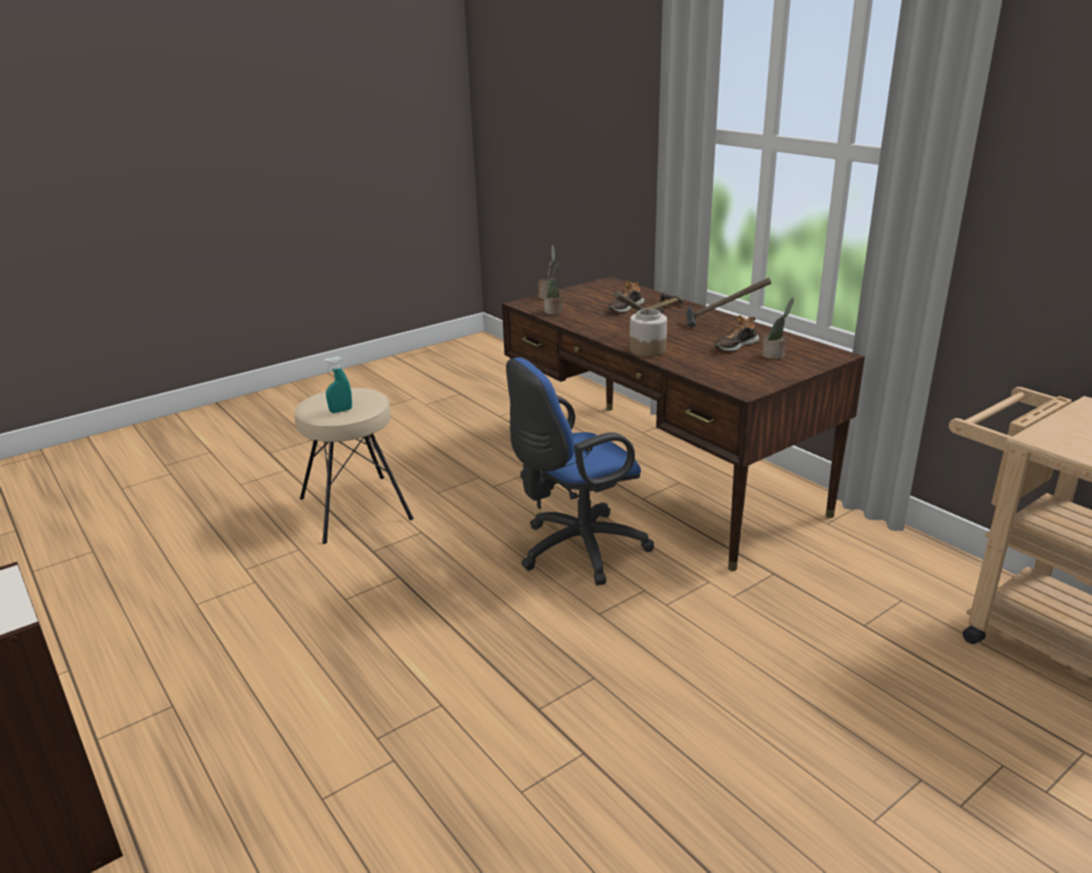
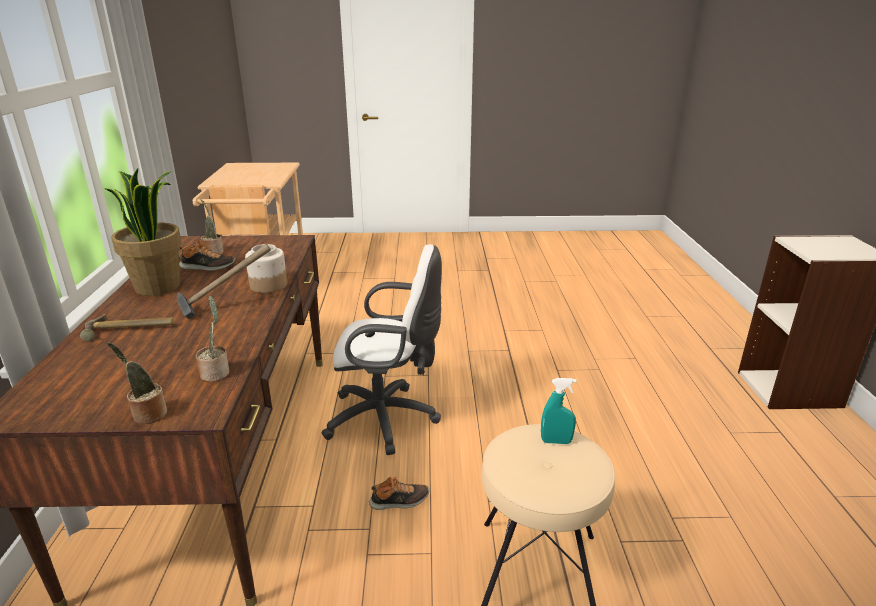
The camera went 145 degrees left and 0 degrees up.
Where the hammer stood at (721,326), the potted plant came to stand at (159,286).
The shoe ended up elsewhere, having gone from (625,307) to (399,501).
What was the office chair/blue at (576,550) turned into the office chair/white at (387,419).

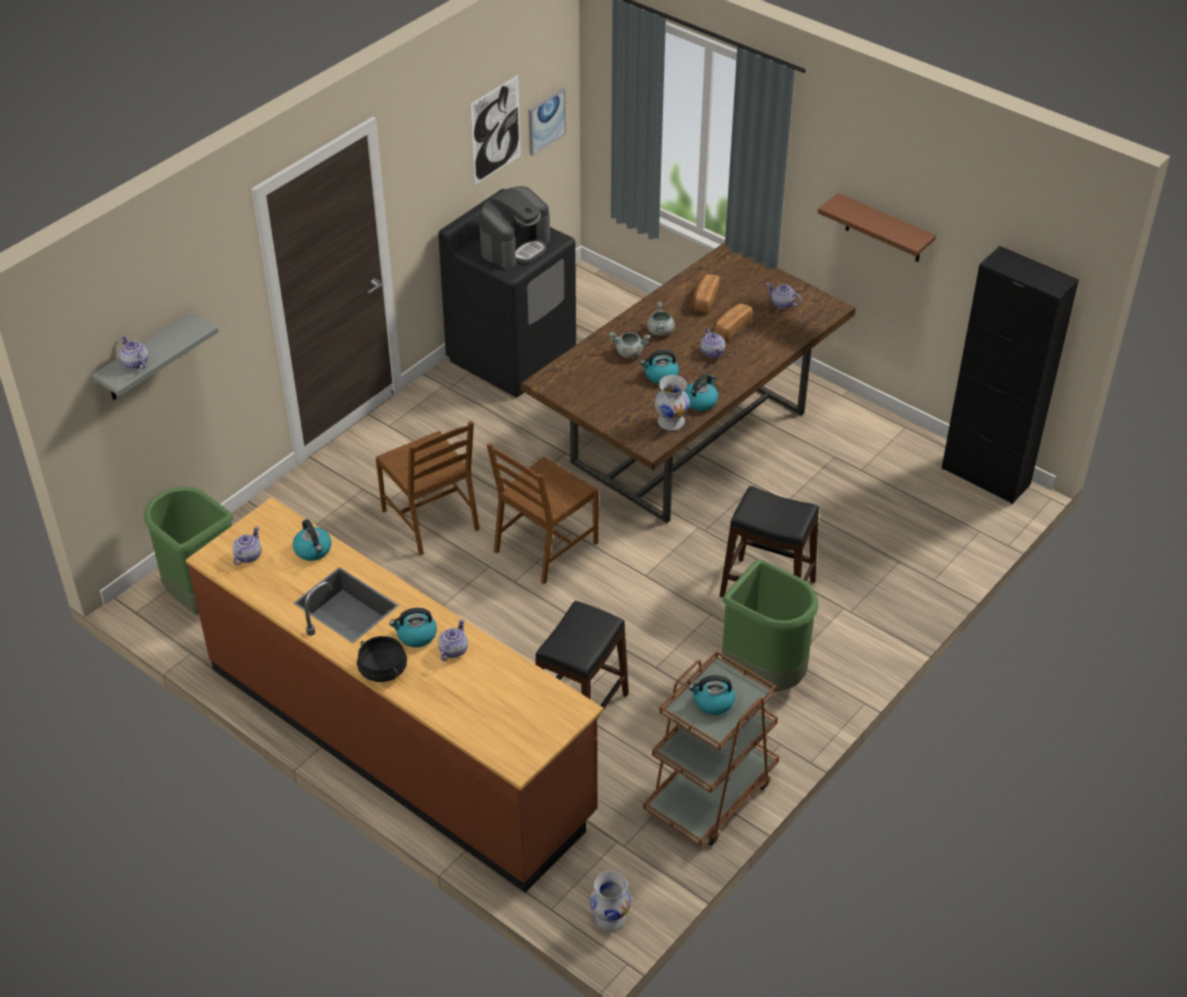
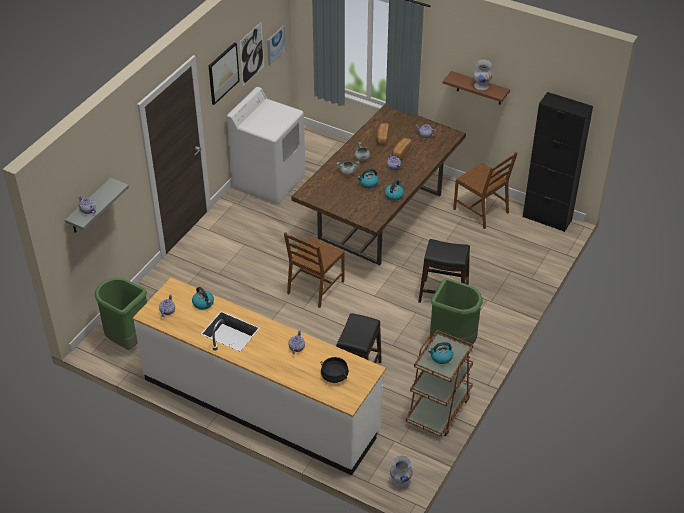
The camera went 10 degrees left and 0 degrees up.
The second view lost the coffee machine at (515,246).
What was the washing machine/black at (512,356) turned into the washing machine/white at (269,181).
The vase/white ended up elsewhere, having gone from (671,422) to (481,86).
The chair/brown ended up elsewhere, having gone from (432,520) to (481,210).
What was the counter/brown at (399,740) turned into the counter/white at (261,404).
The second view lost the kettle at (416,635).
The cooking pot/black ended up elsewhere, having gone from (382,670) to (334,376).
The second view gained the picture at (223,73).

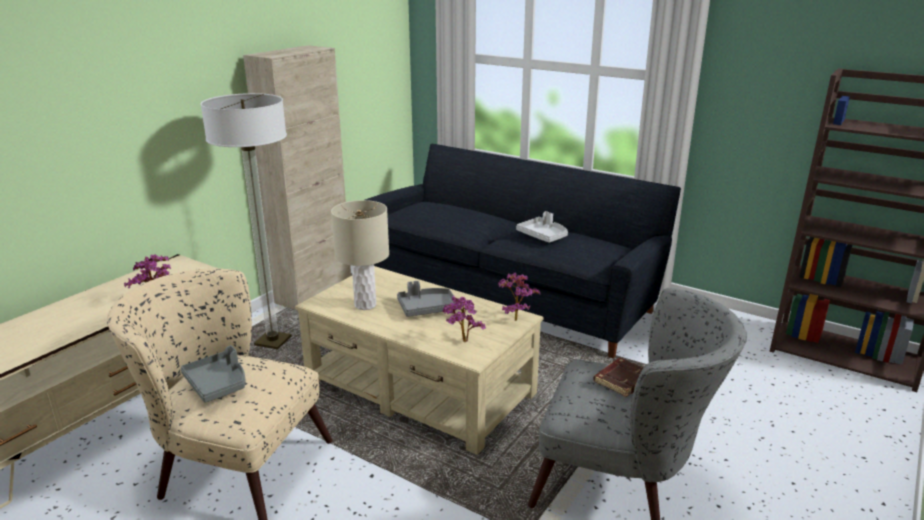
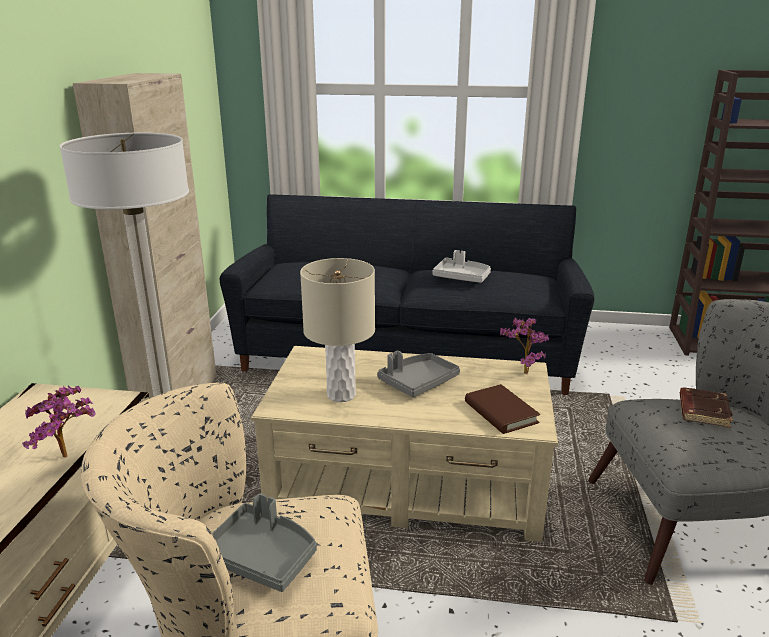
The camera went 25 degrees left and 0 degrees up.
Where the potted plant stood at (462,342), the book/brown came to stand at (500,412).

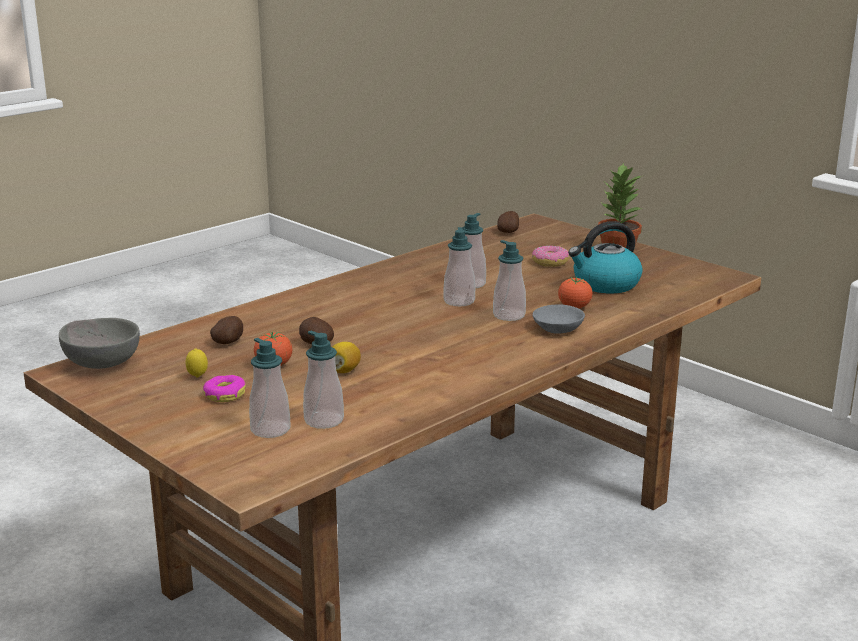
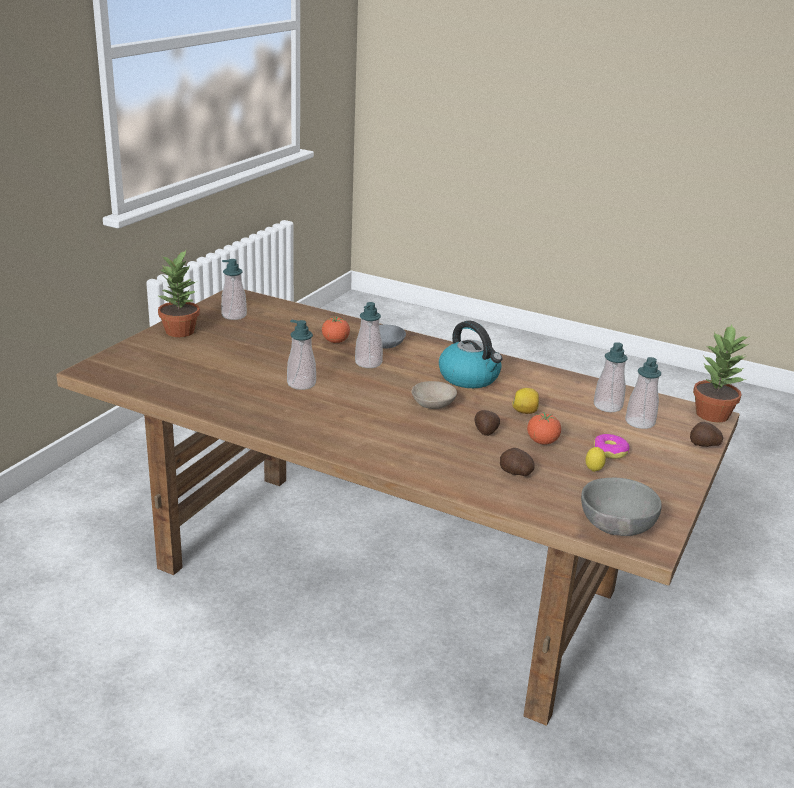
The camera went 110 degrees left and 5 degrees up.
The potato ended up elsewhere, having gone from (508,232) to (704,445).
The kettle ended up elsewhere, having gone from (605,284) to (470,378).
The soap dispenser ended up elsewhere, having gone from (459,301) to (234,315).
The second view lost the donut at (550,262).
The second view gained the potted plant at (713,414).
The second view gained the bowl/beige at (434,404).

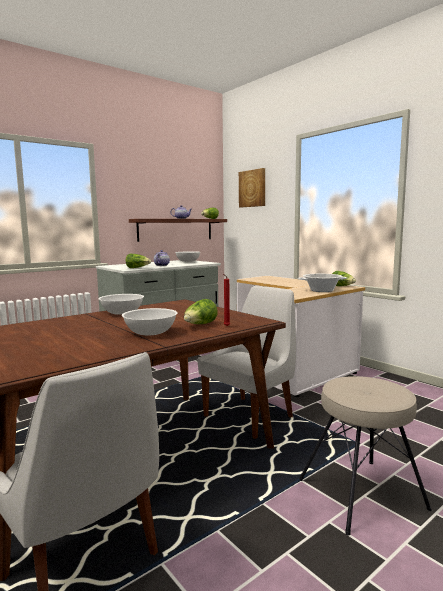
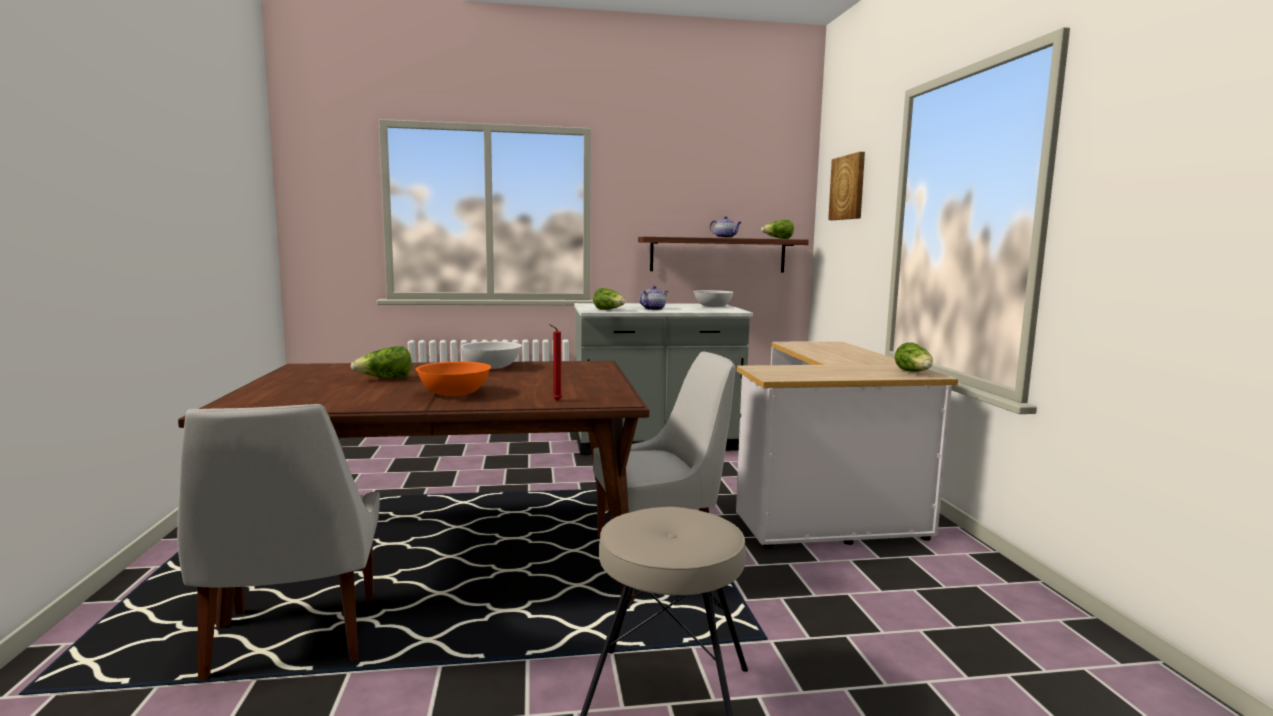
The camera went 30 degrees right and 0 degrees up.
The second view lost the cooking pot at (321,290).
The lettuce ended up elsewhere, having gone from (200,325) to (385,379).
What was the bowl/white at (150,333) turned into the bowl/orange at (454,393).

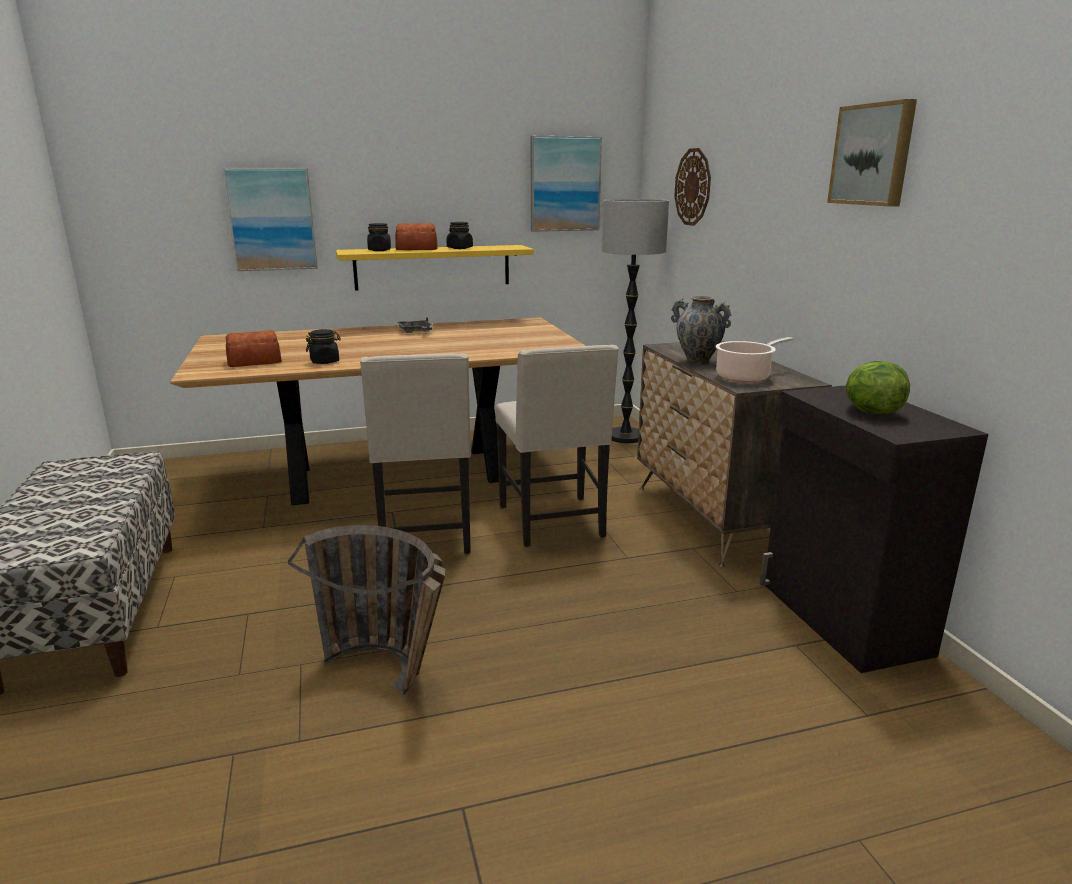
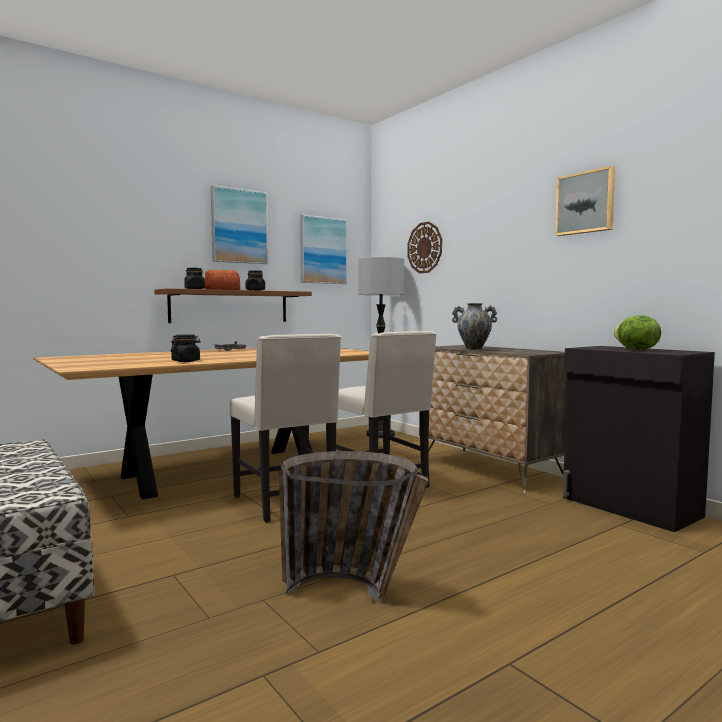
The camera went 20 degrees left and 15 degrees down.
The picture ended up elsewhere, having gone from (272,219) to (239,226).
What was the shelf/yellow at (432,267) turned into the shelf/brown at (230,306).
The second view lost the bread at (253,362).
The second view lost the cooking pot at (745,377).

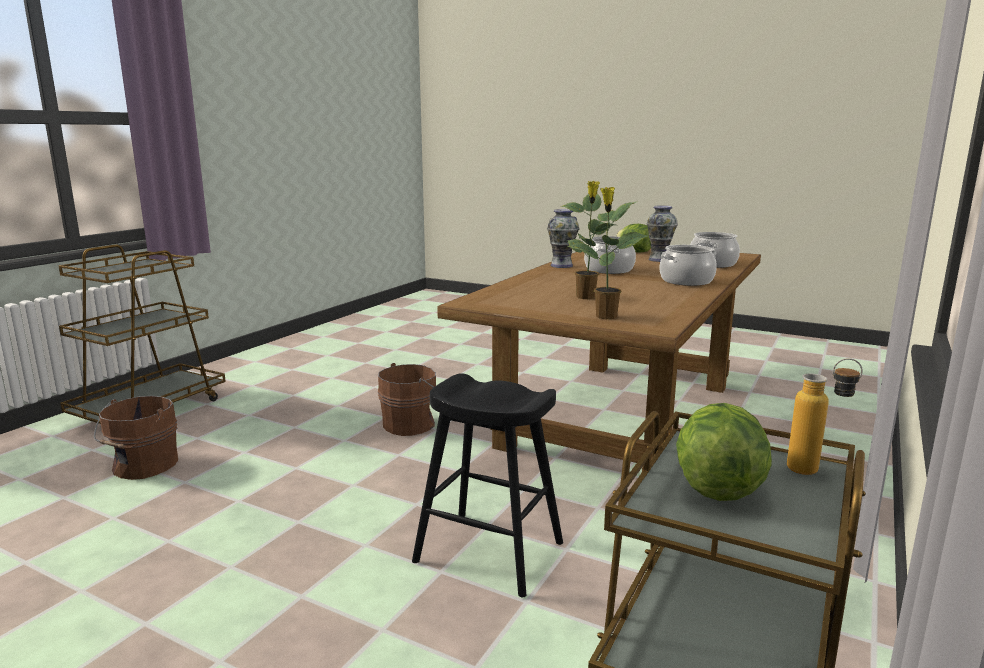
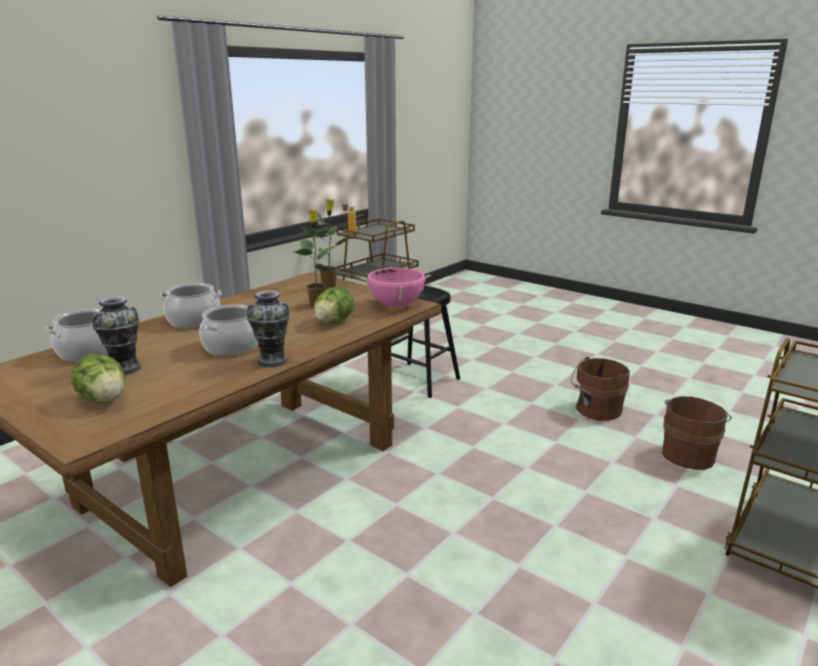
The camera went 170 degrees left and 5 degrees up.
The bucket/brown ended up elsewhere, having gone from (411,424) to (596,410).
The lettuce ended up elsewhere, having gone from (718,486) to (334,322).
The second view gained the cooking pot/pink at (396,306).

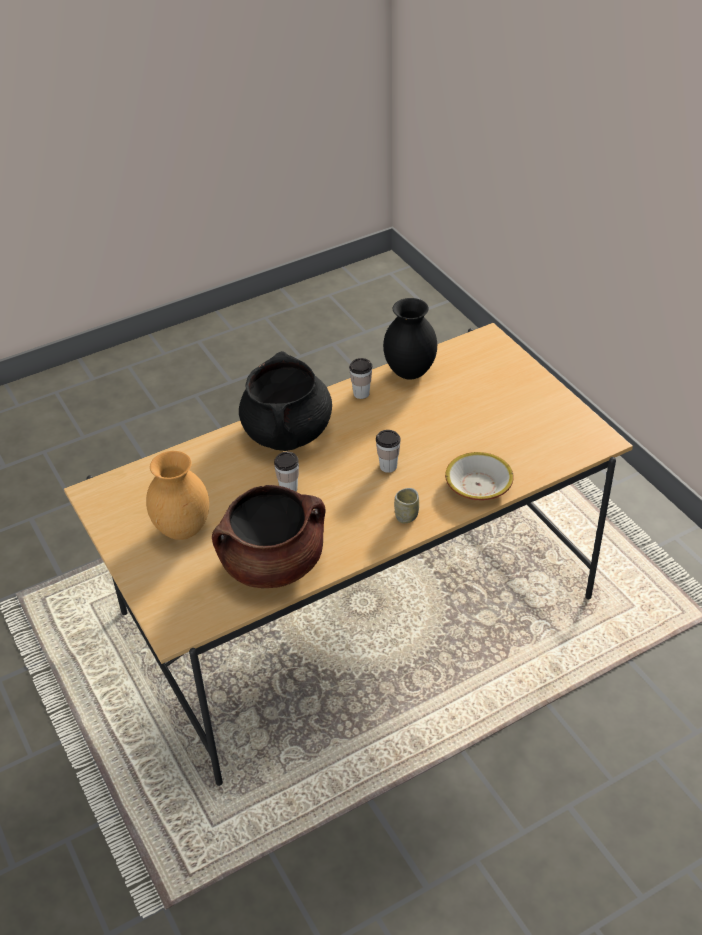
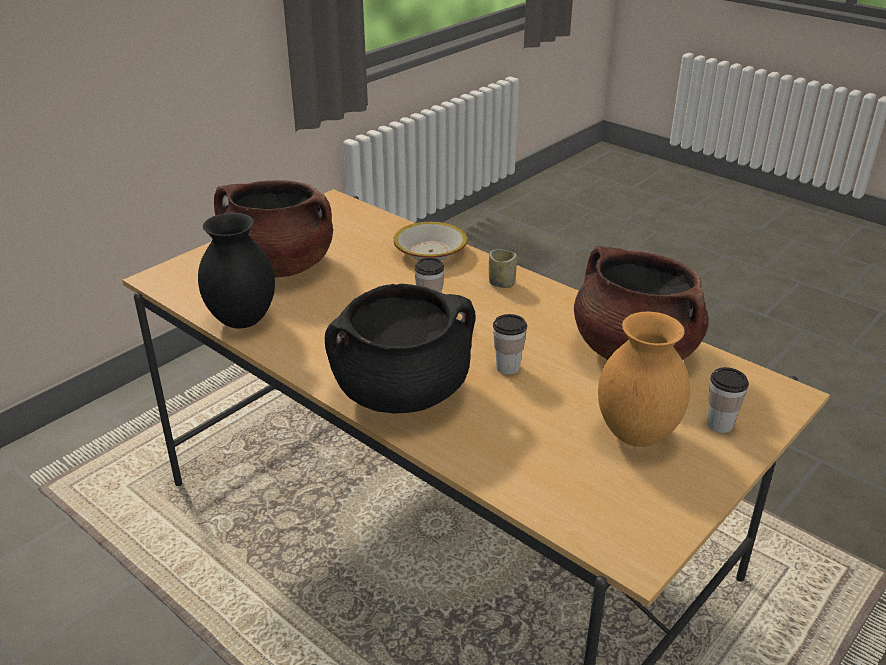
The camera went 110 degrees left and 10 degrees down.
The cup ended up elsewhere, having gone from (361,393) to (719,424).
The second view gained the cooking pot/brown at (278,266).

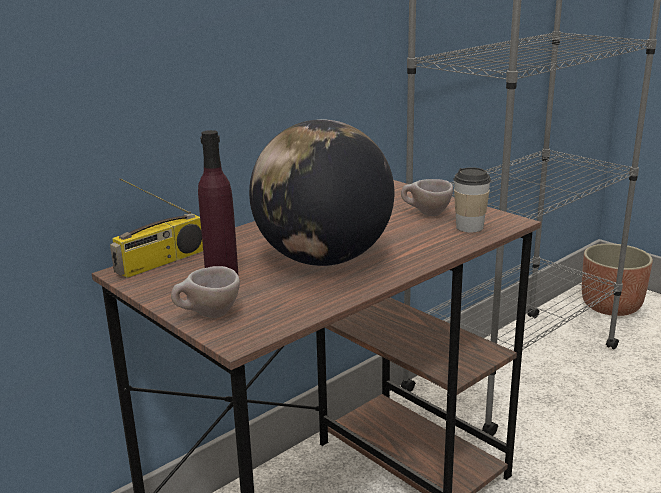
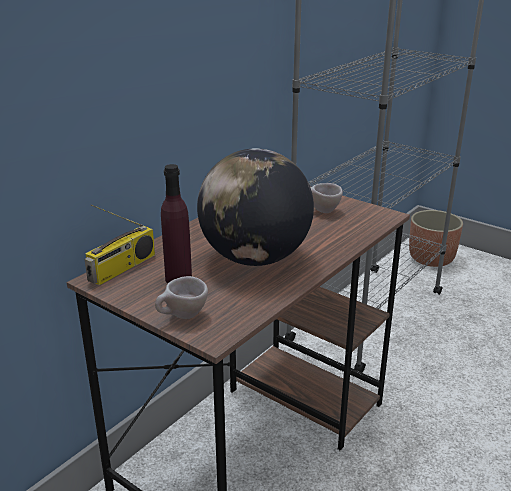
The camera went 10 degrees left and 5 degrees up.
The second view lost the cup at (469,227).

